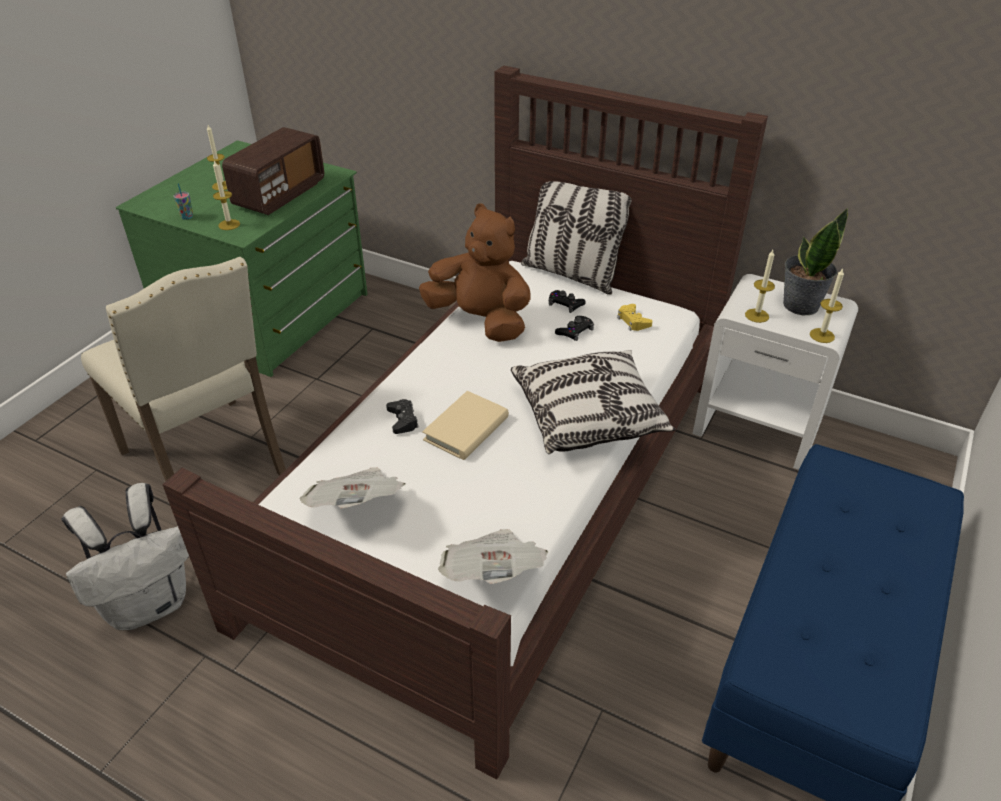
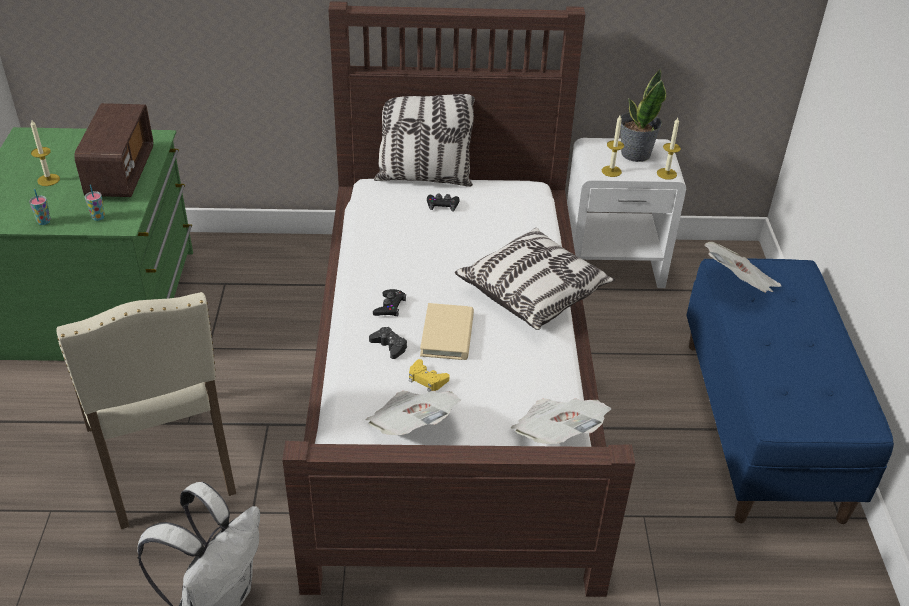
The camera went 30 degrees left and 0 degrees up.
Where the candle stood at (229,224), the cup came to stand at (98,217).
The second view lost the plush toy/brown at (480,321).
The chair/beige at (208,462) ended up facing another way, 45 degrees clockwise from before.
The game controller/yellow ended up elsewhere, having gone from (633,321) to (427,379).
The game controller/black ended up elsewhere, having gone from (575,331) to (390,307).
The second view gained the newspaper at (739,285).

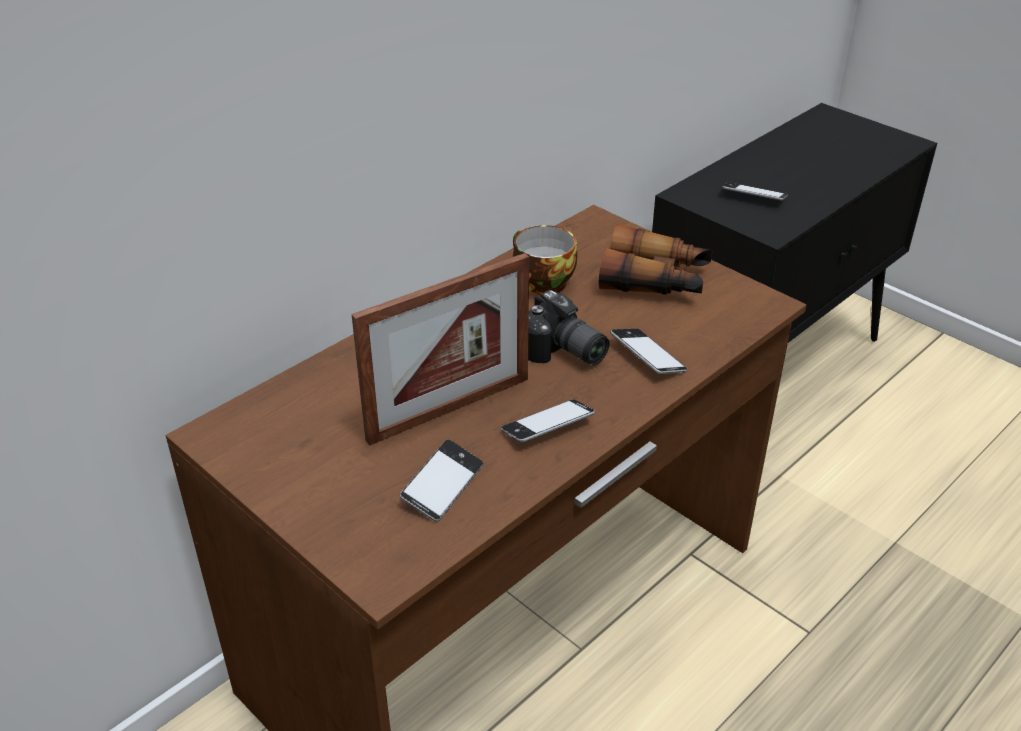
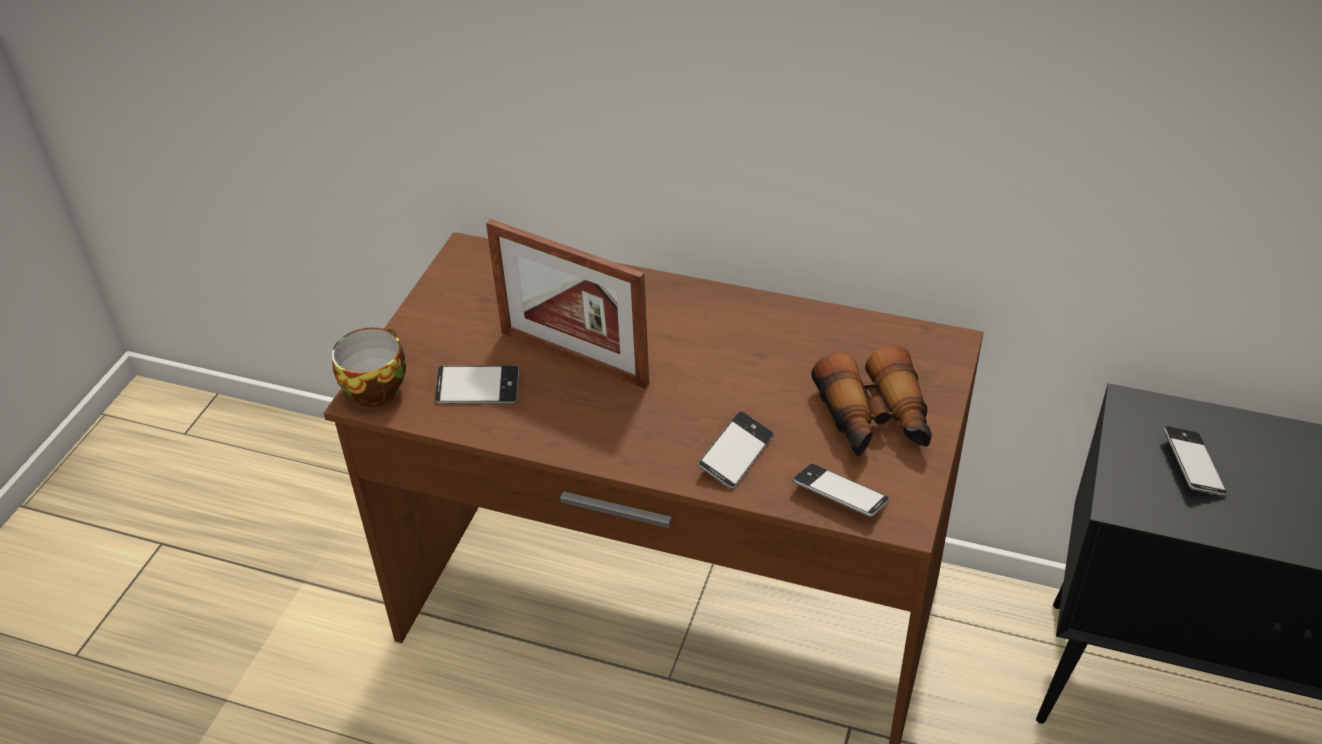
The camera went 65 degrees right and 5 degrees up.
The cup ended up elsewhere, having gone from (540,282) to (375,387).
The second view lost the photo camera at (561,353).
The phone ended up elsewhere, having gone from (547,427) to (840,496).

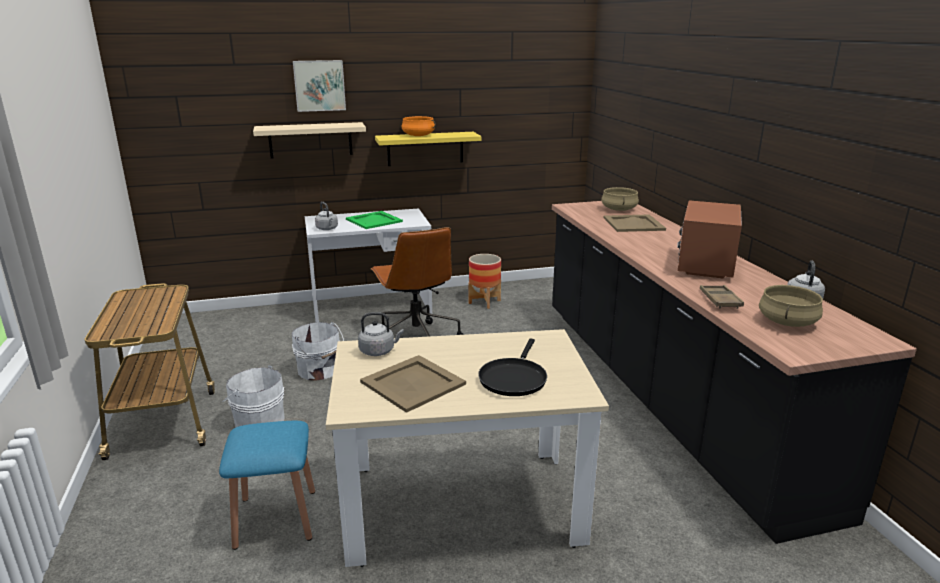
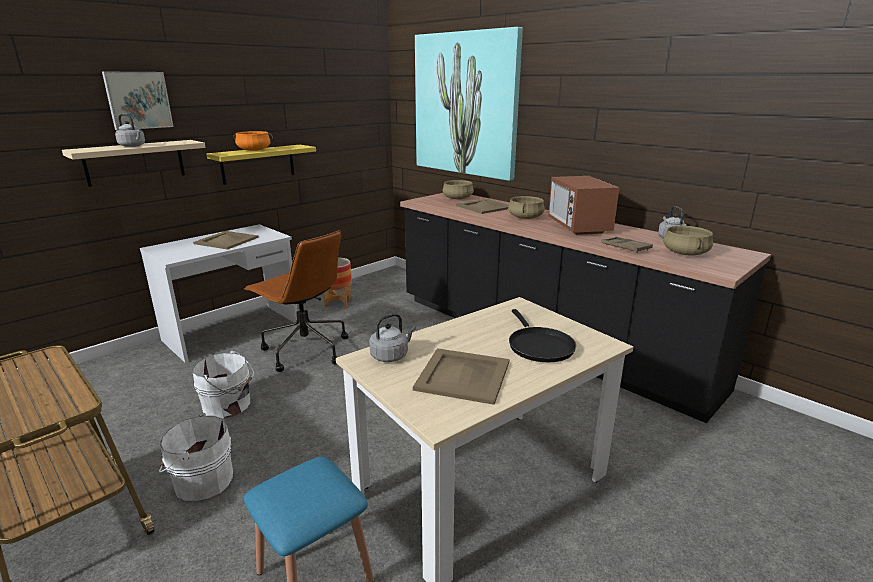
The camera went 30 degrees left and 0 degrees up.
The kettle/grey ended up elsewhere, having gone from (327,229) to (133,146).
What was the tray/green at (374,220) turned into the tray/beige at (227,240).
The second view gained the picture at (466,105).
The second view gained the cooking pot/beige at (526,218).

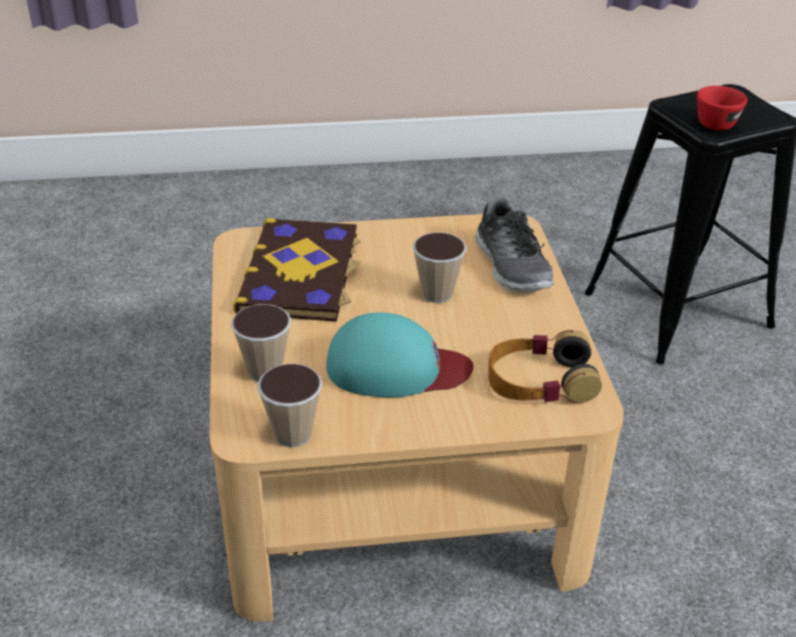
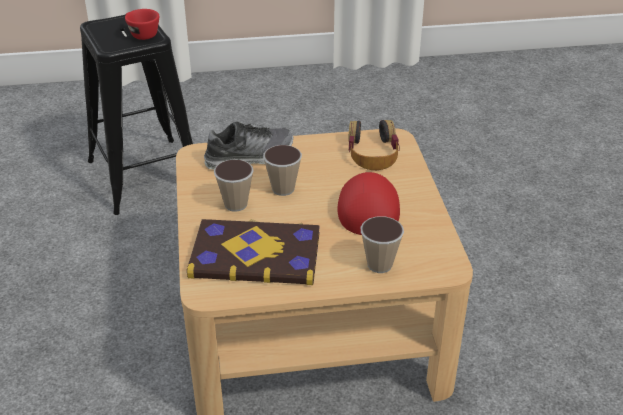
The camera went 90 degrees left and 0 degrees up.
What was the cap/turquoise at (396,368) turned into the cap/red at (368,206).
The cup ended up elsewhere, having gone from (293,434) to (236,204).

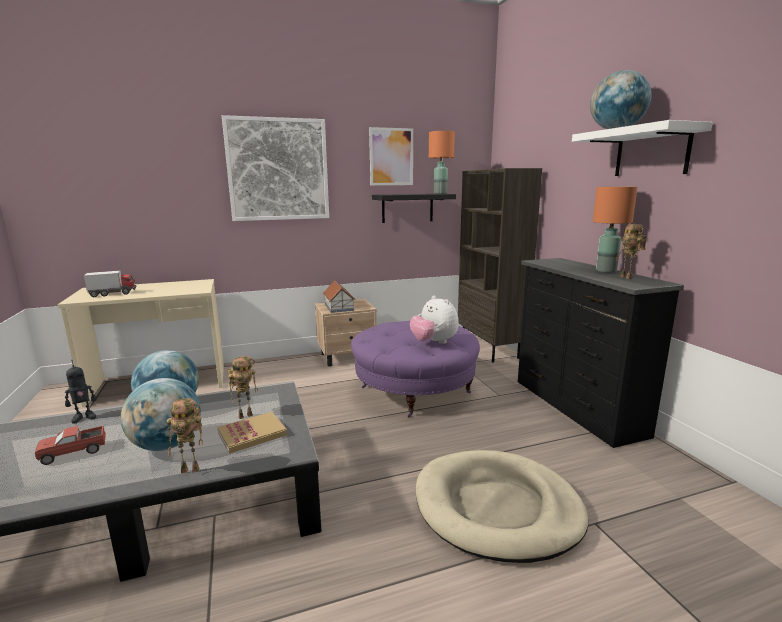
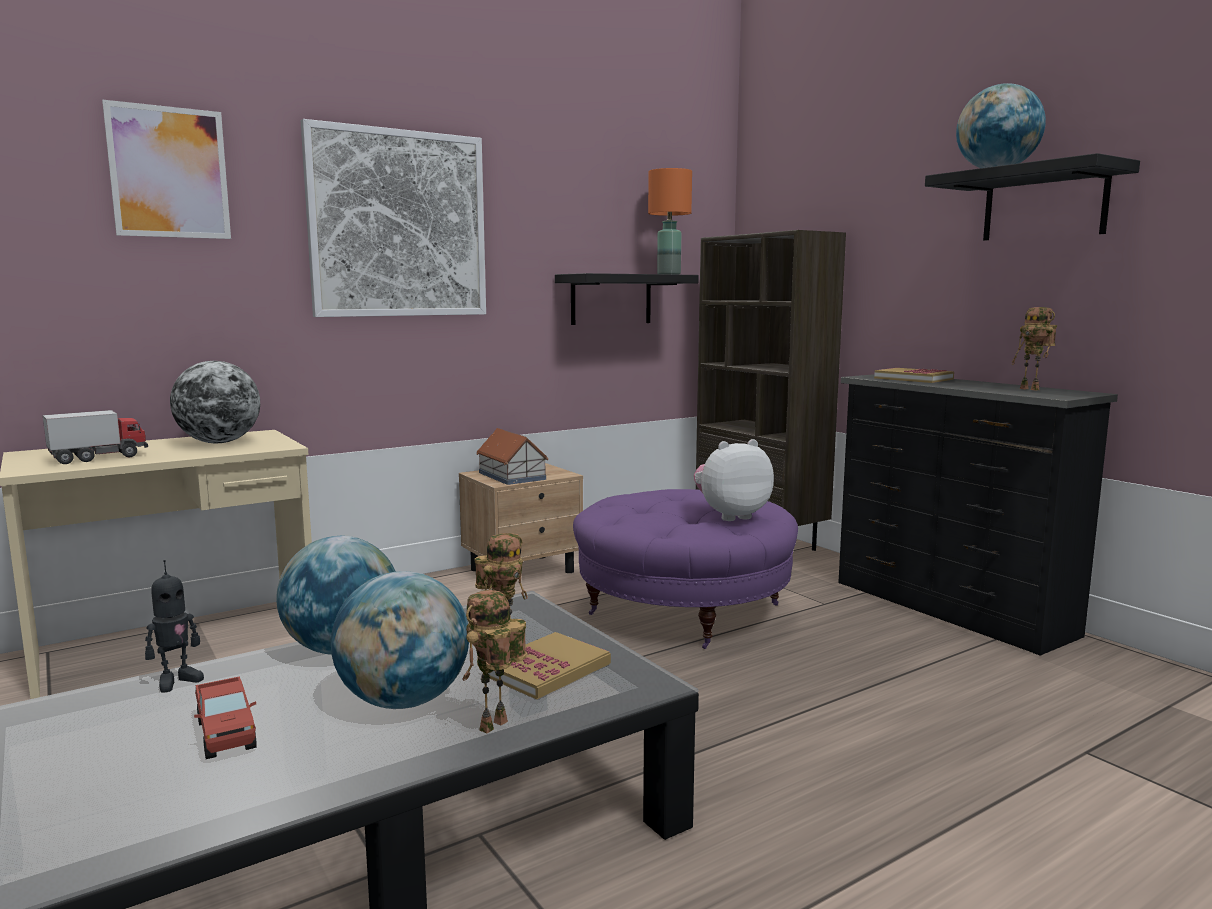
The camera went 15 degrees left and 5 degrees down.
What was the shelf/white at (651,152) turned into the shelf/black at (1044,204).
The picture ended up elsewhere, having gone from (391,157) to (169,172).
The second view lost the table lamp/orange at (605,271).
The plush toy at (434,342) ended up facing another way, 120 degrees clockwise from before.
The toy robot at (192,469) ended up facing another way, 150 degrees clockwise from before.
The toy truck at (74,452) ended up facing another way, 75 degrees counterclockwise from before.
The second view lost the dog bed/beige at (497,508).
The second view gained the globe at (219,442).
The second view gained the book at (913,378).

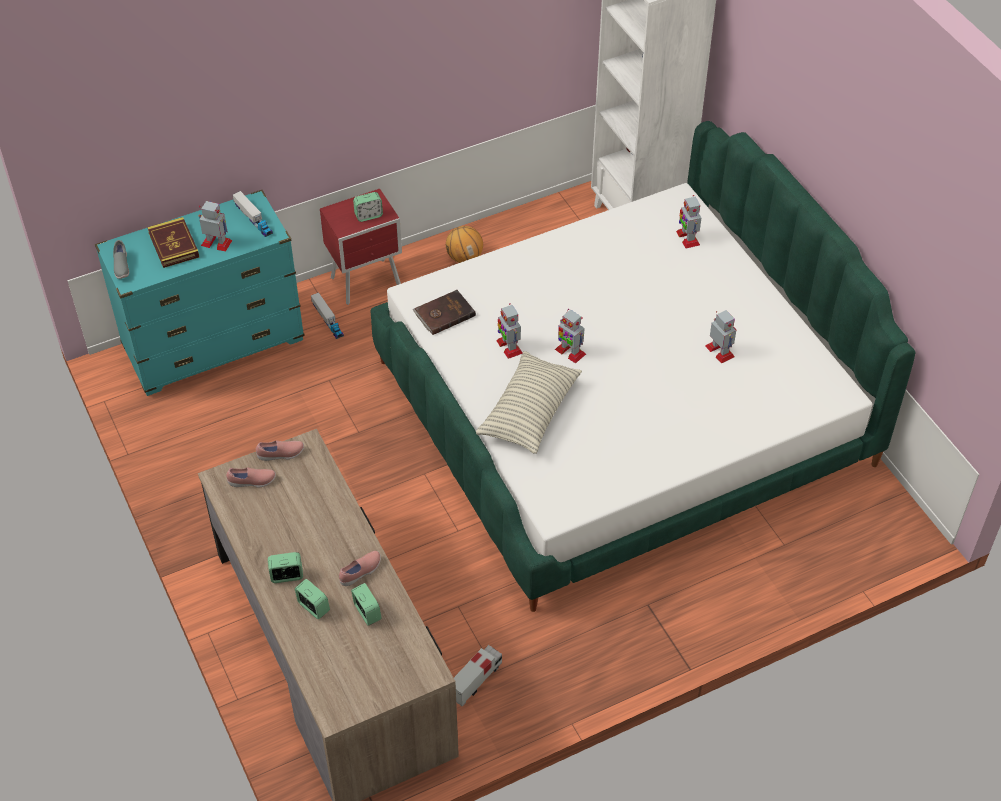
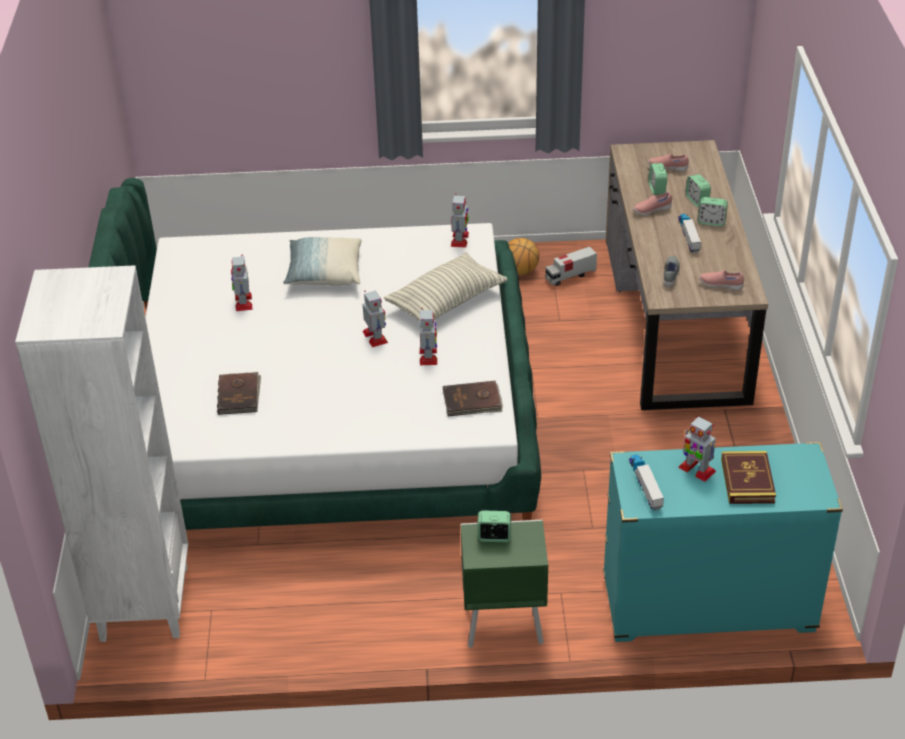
The camera went 155 degrees left and 10 degrees down.
What was the nightstand/red at (367,282) turned into the nightstand/green at (501,625).
The toy robot ended up elsewhere, having gone from (687,238) to (460,240).
The basketball ended up elsewhere, having gone from (464,257) to (520,271).
The shoe/grey ended up elsewhere, having gone from (121,266) to (671,275).
The toy truck ended up elsewhere, having gone from (327,320) to (688,236).
The shoe/pink ended up elsewhere, having gone from (281,454) to (667,168).
The second view gained the pillow at (324,273).
The second view gained the book/brown at (239,395).

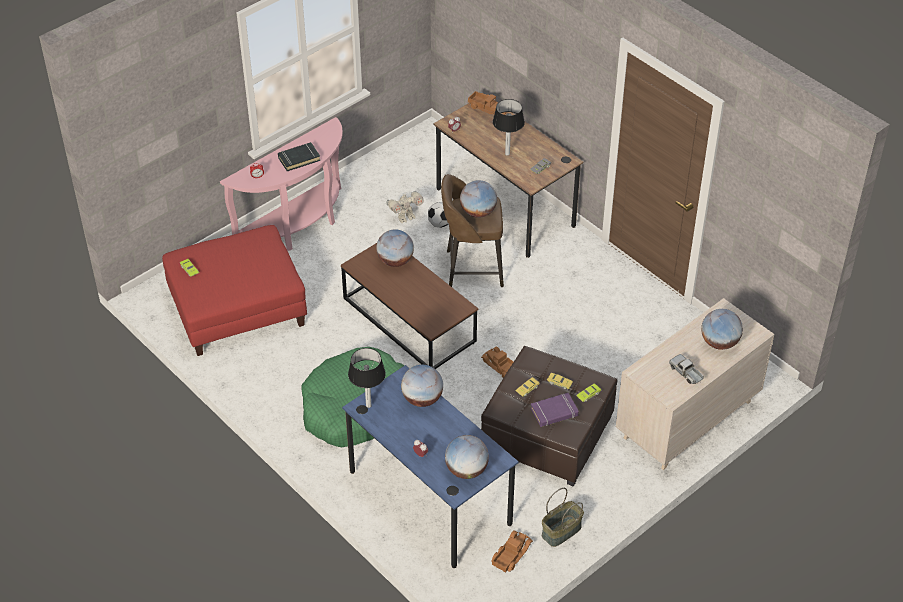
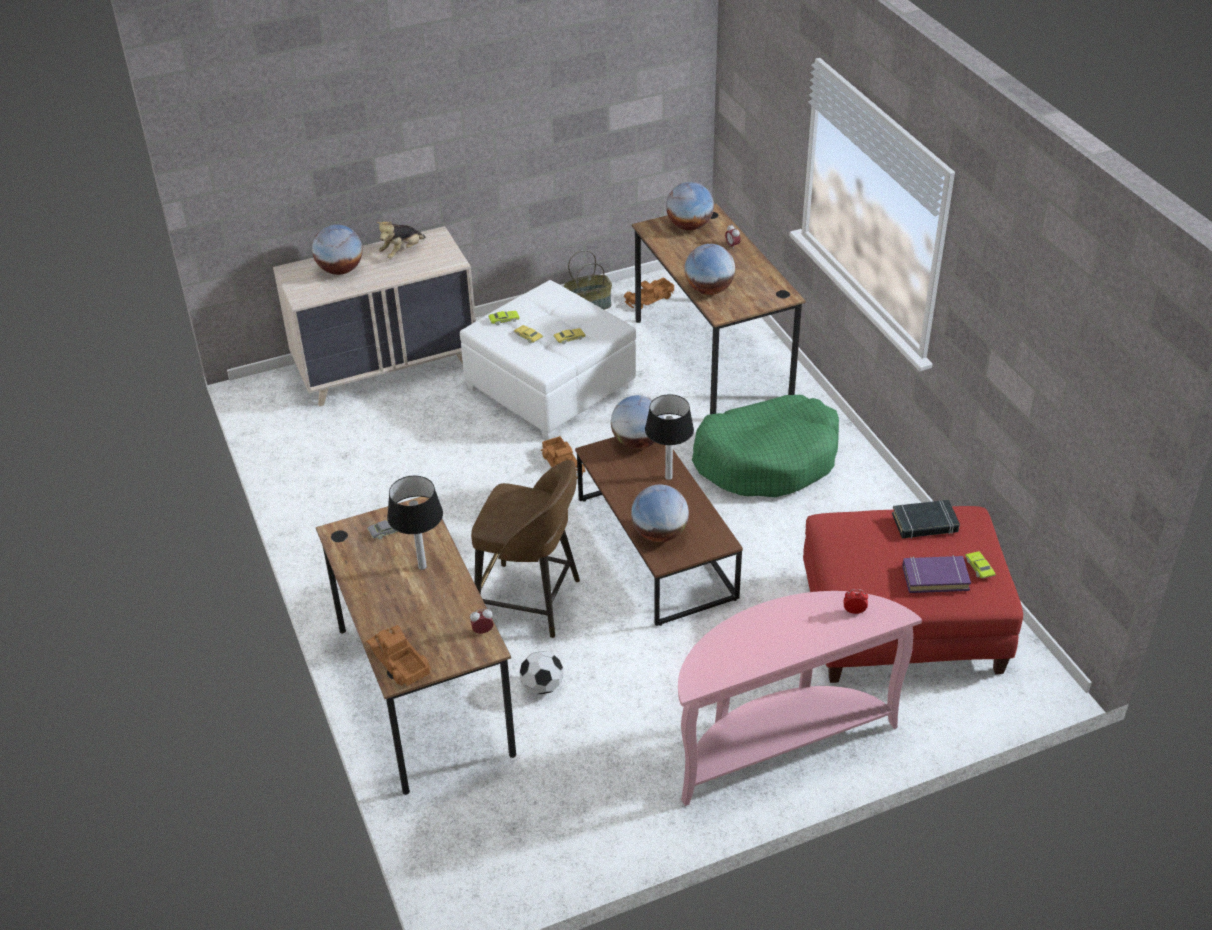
The camera went 160 degrees left and 5 degrees down.
The book/black ended up elsewhere, having gone from (299,159) to (925,523).
The globe ended up elsewhere, having gone from (478,212) to (637,442).
The second view lost the toy robot at (405,217).
What was the ottoman/brown at (548,434) turned into the ottoman/white at (549,386).
The table lamp ended up elsewhere, having gone from (369,405) to (668,477).
Where the toy truck stood at (686,373), the plush toy came to stand at (402,252).
What was the desk/blue at (429,497) turned into the desk/brown at (712,358).
The book/purple ended up elsewhere, having gone from (554,412) to (935,578).

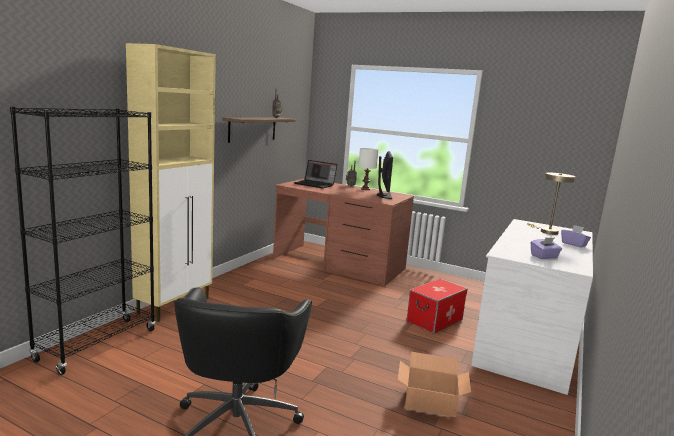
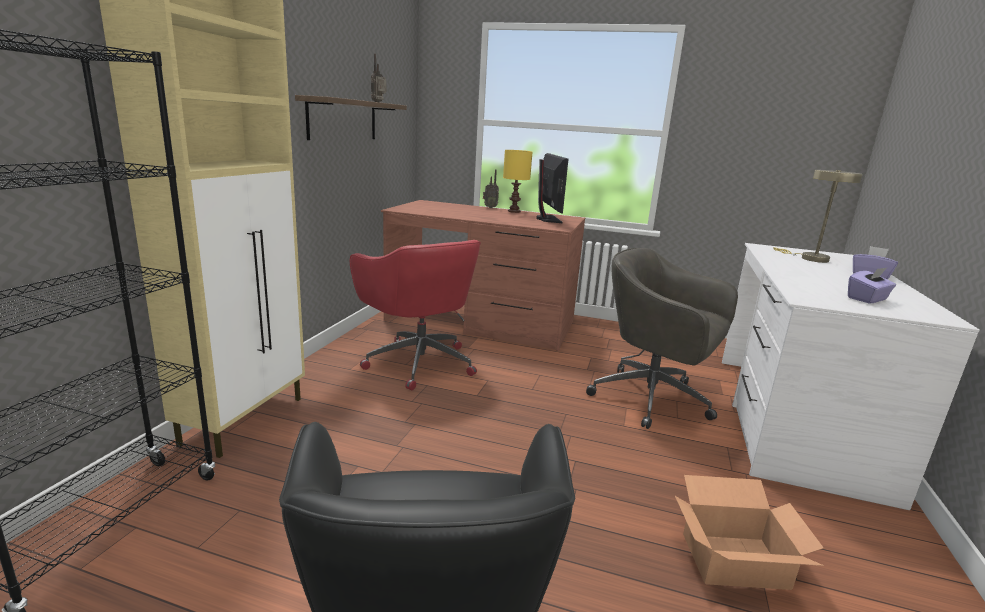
The camera went 10 degrees left and 5 degrees up.
What was the table lamp/white at (366,189) turned into the table lamp/yellow at (514,211).
The second view lost the laptop at (315,184).
Where the storage box stood at (434,320), the office chair/grey came to stand at (654,399).
The second view gained the office chair/red at (419,362).

